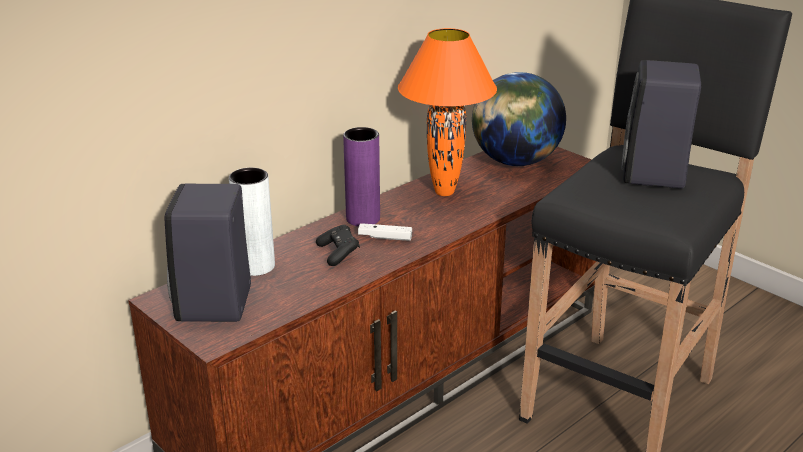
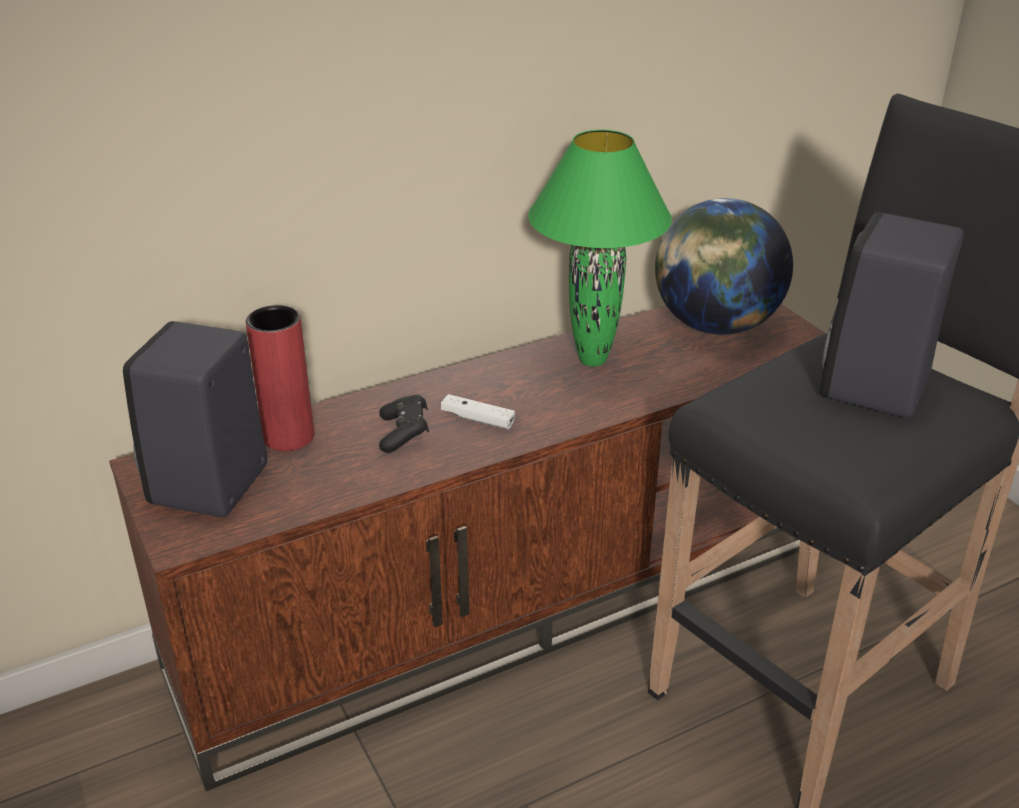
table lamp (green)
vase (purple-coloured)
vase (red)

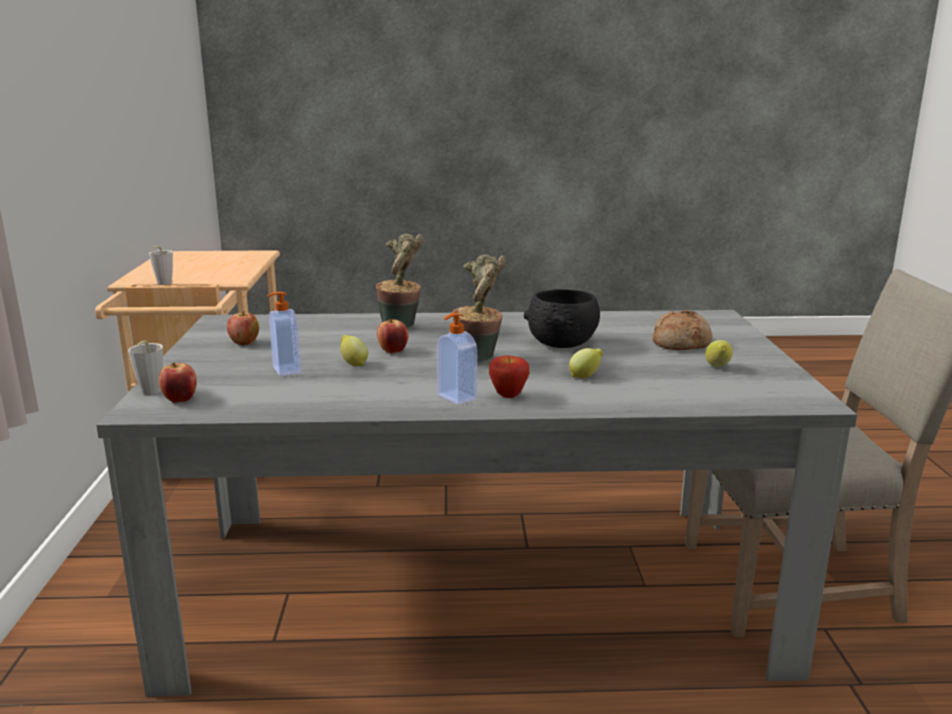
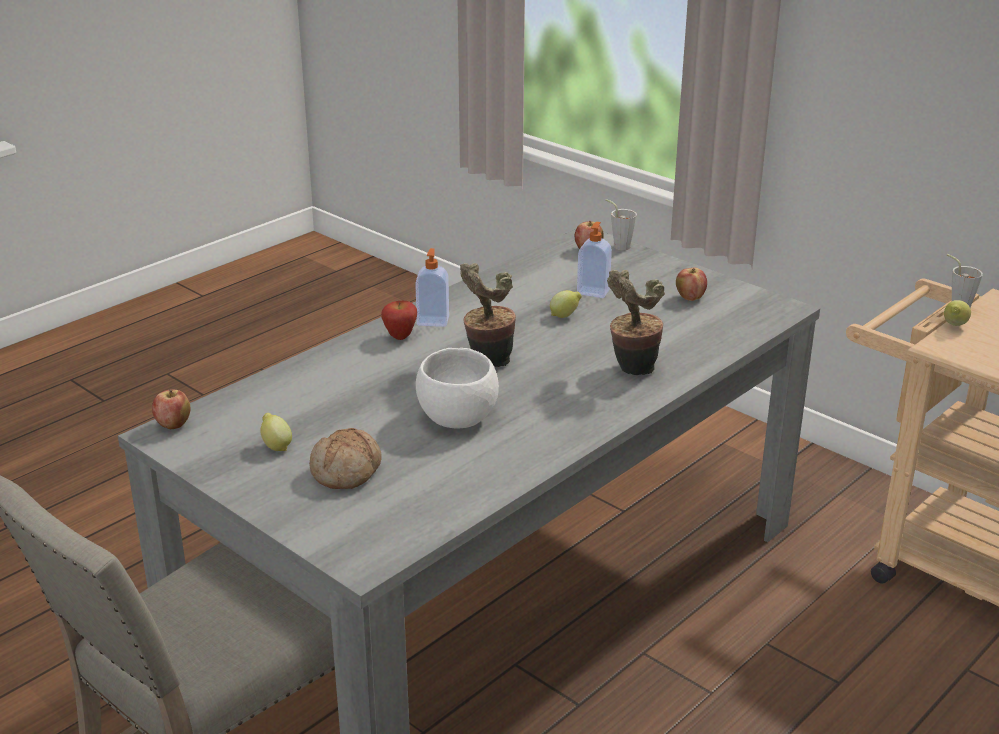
serving bowl (white-coloured)
apple fruit (1st from left)
citrus fruit (3rd from left)

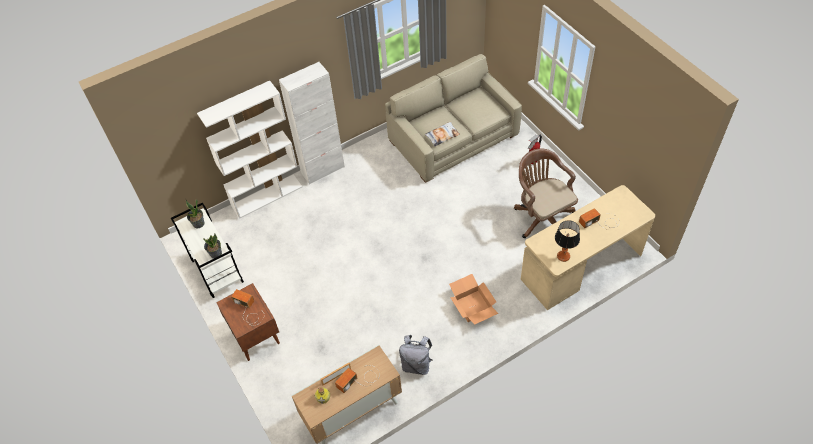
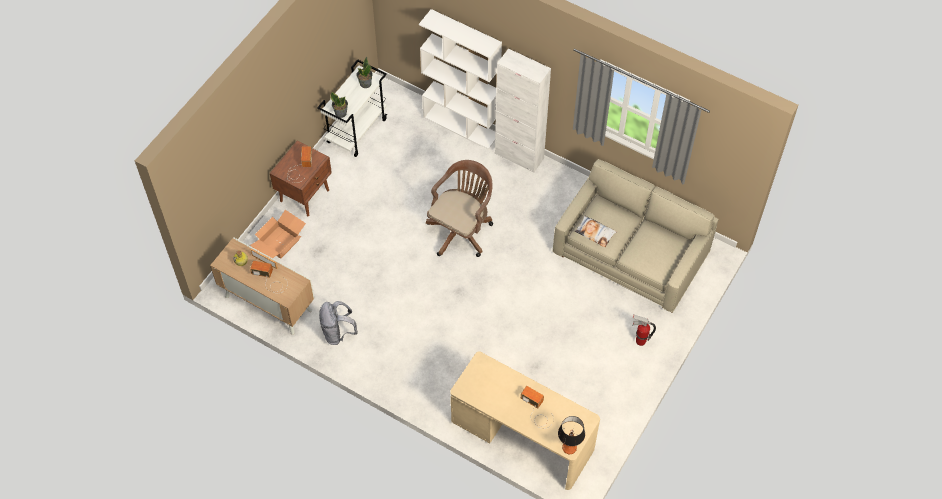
computer chair (brown)
table lamp
packing box

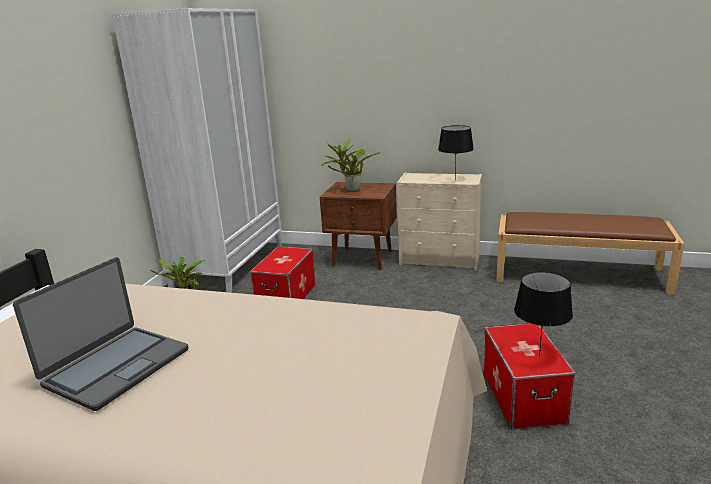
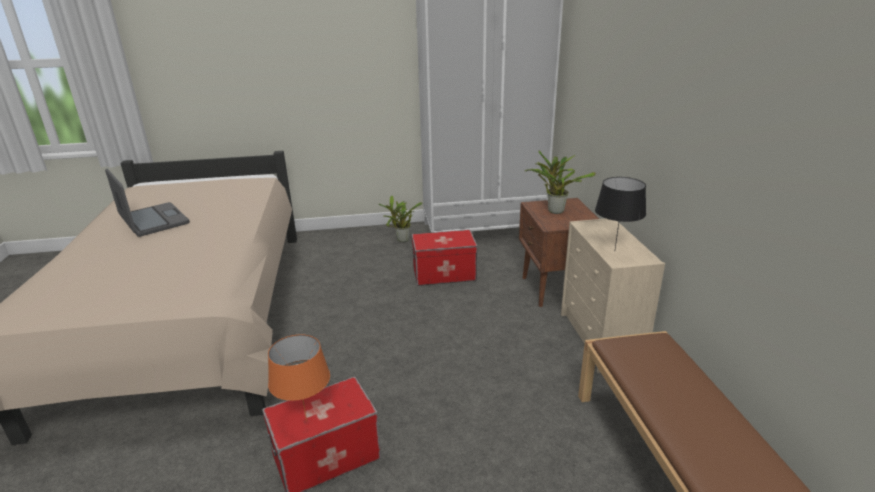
laptop
table lamp (orange)

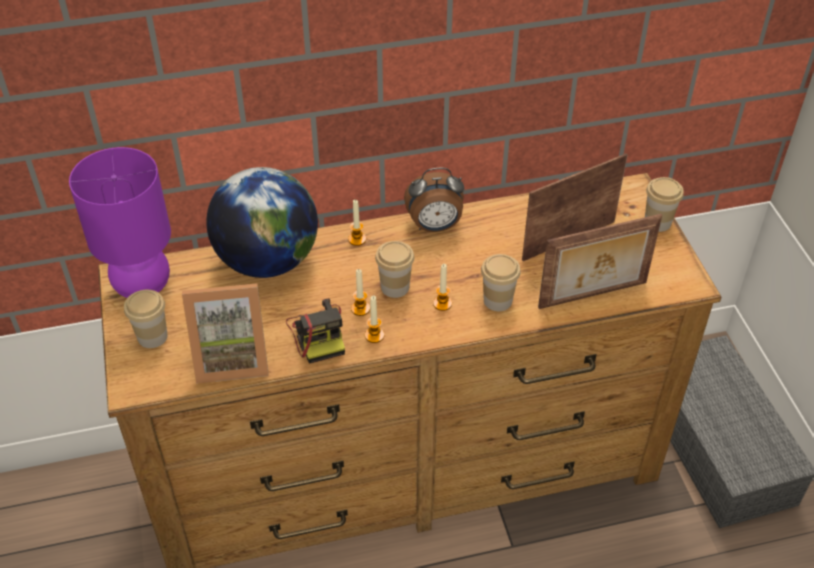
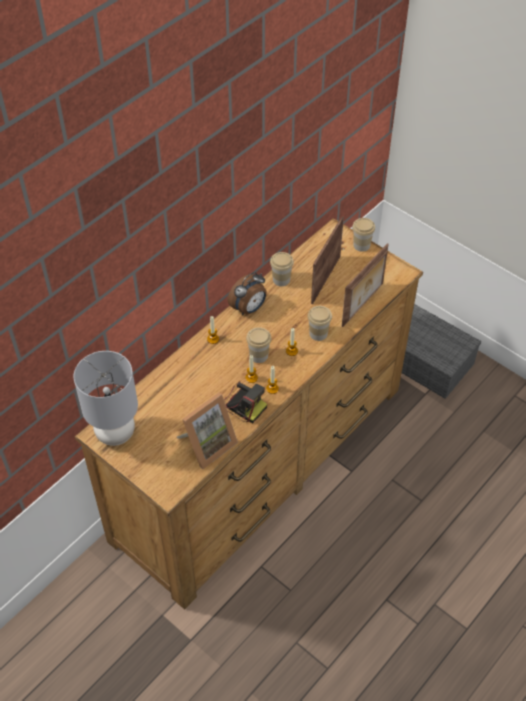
table lamp (gray)
desk globe
small cup (2nd from left)

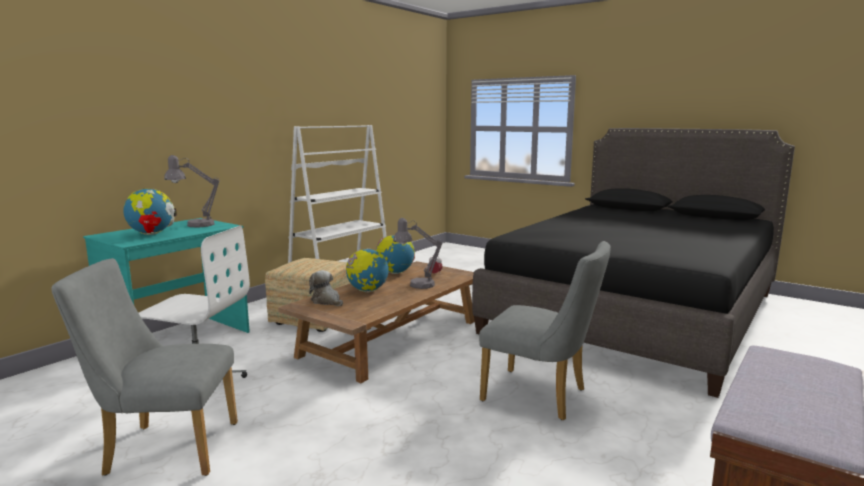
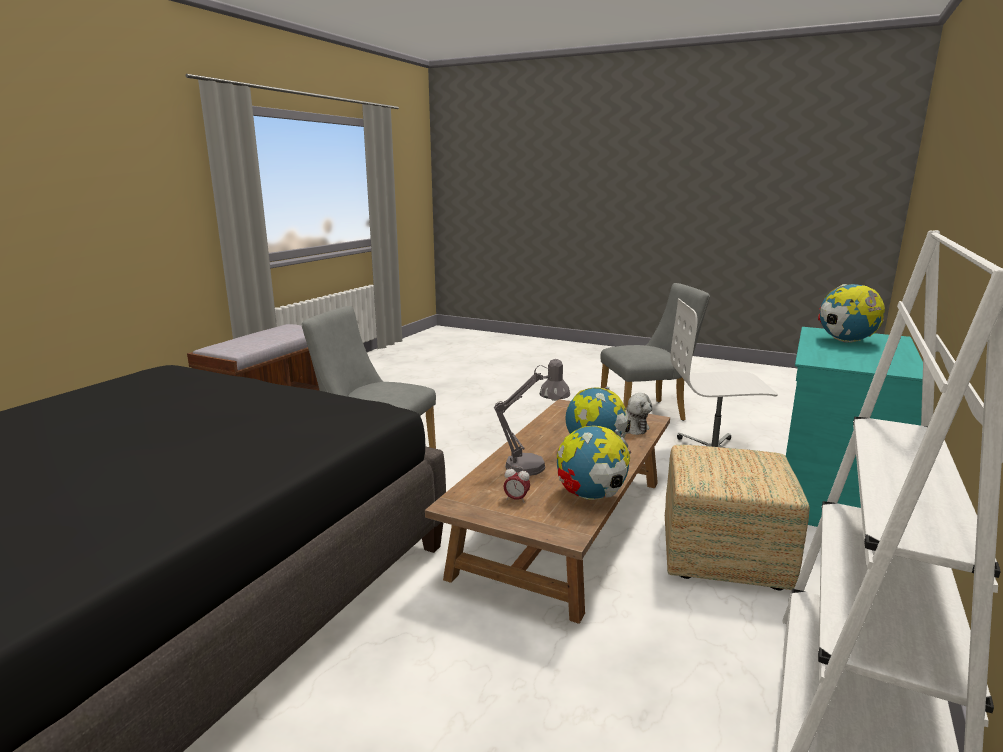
table lamp (gray) (1st from left in the first image)

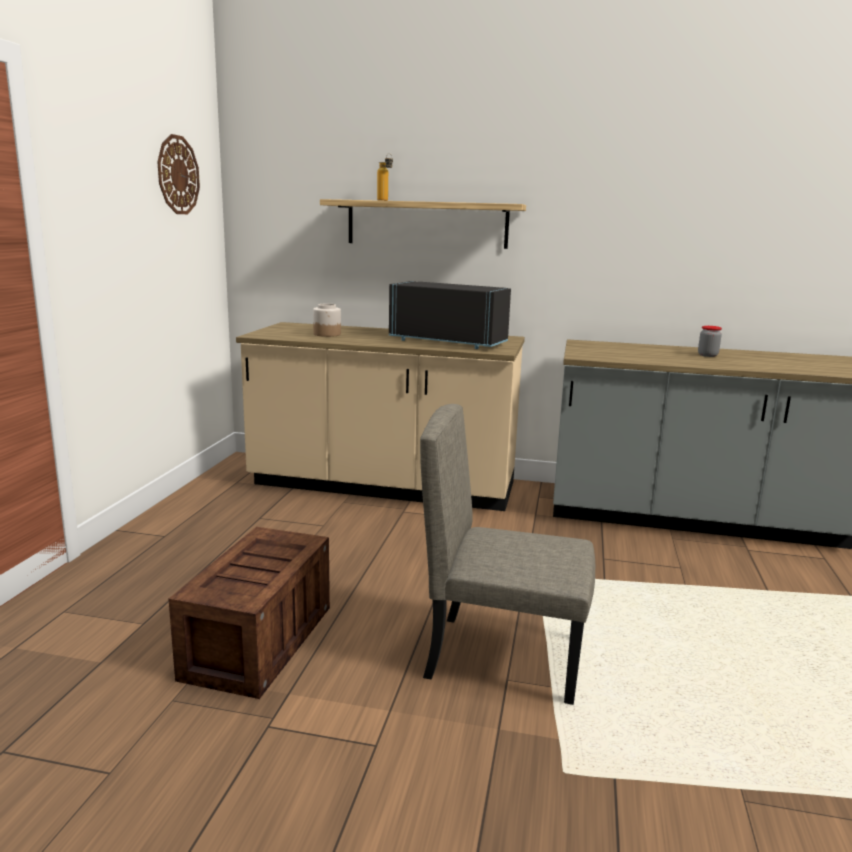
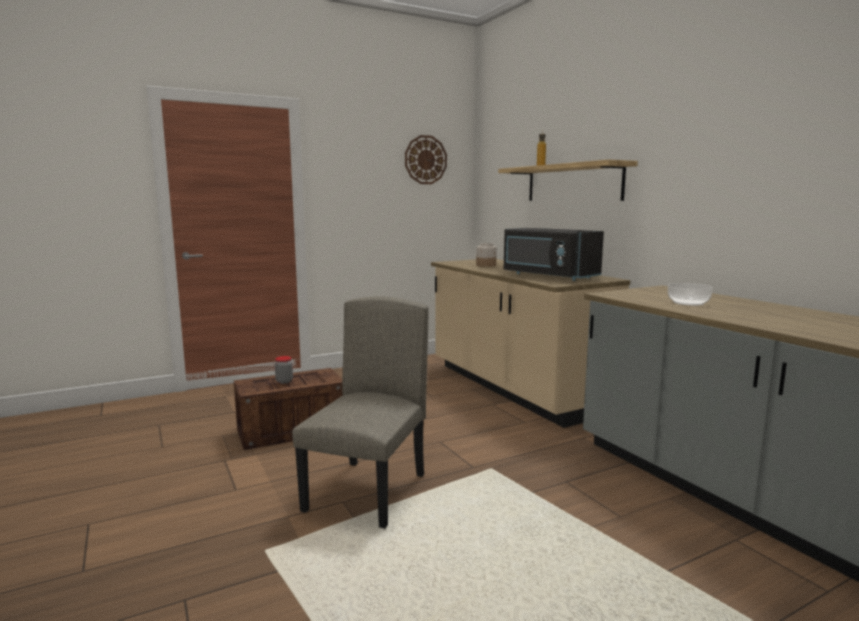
microwave oven (black)
jar (1st from left)
plain chair (beige)
serving bowl

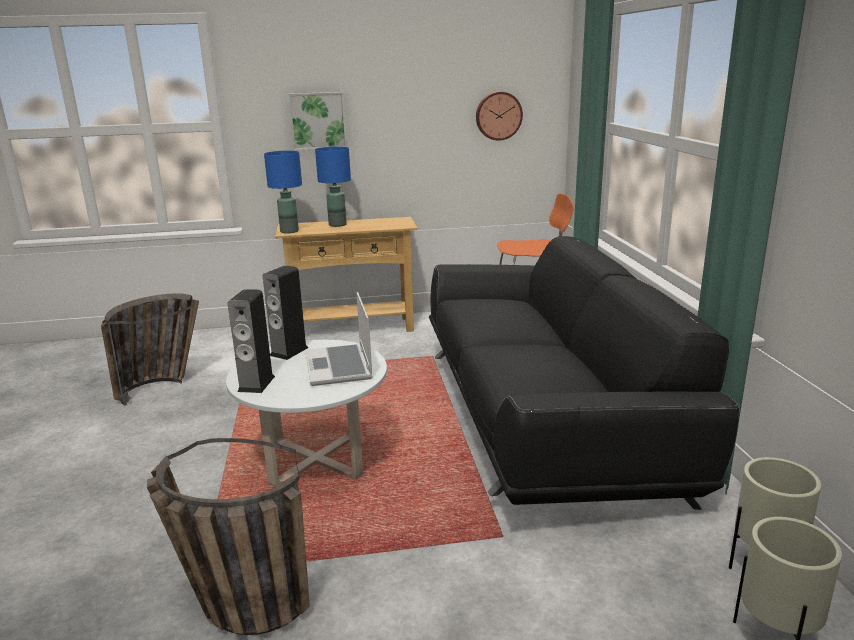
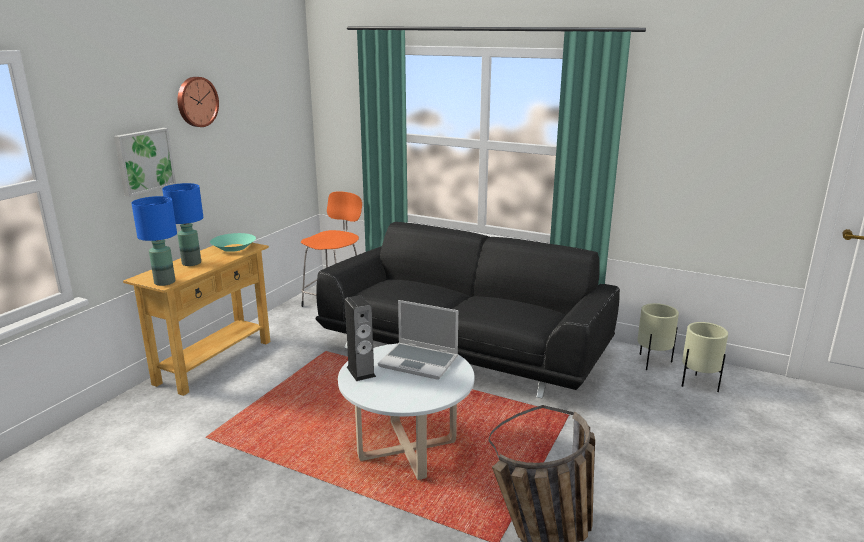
clock on the wall
audio speaker (1st from left in the first image)
storage basket (1st from left in the first image)
serving bowl (turquoise)

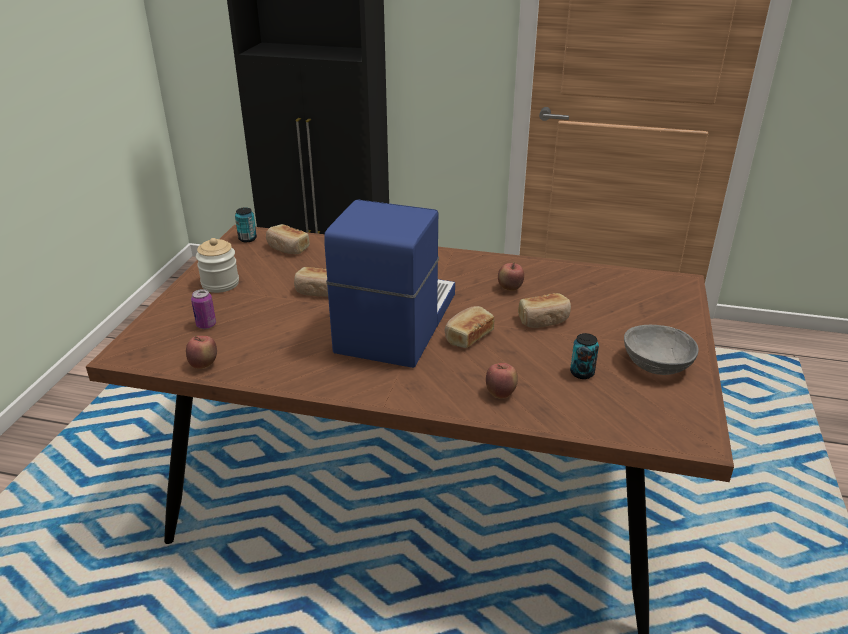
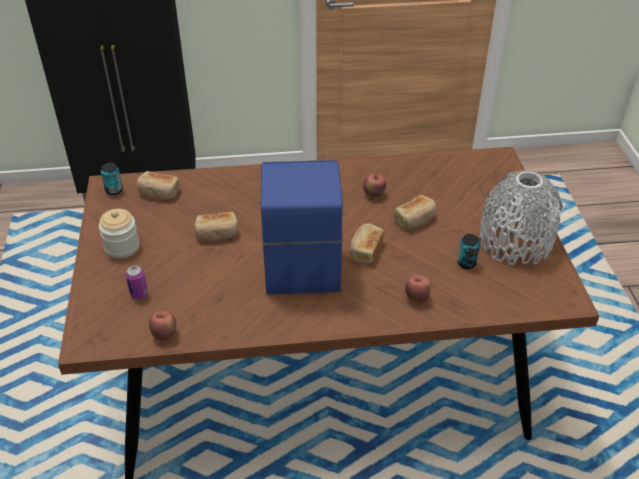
vase (gray)

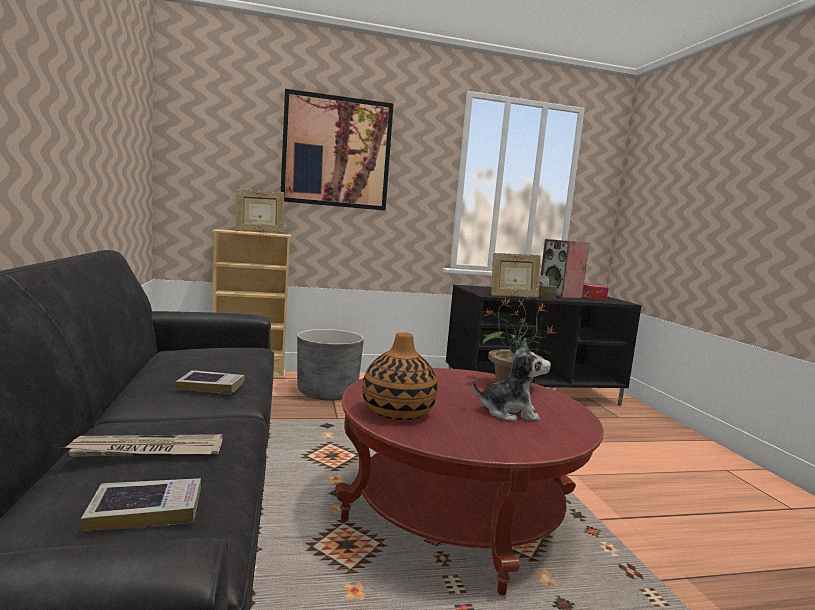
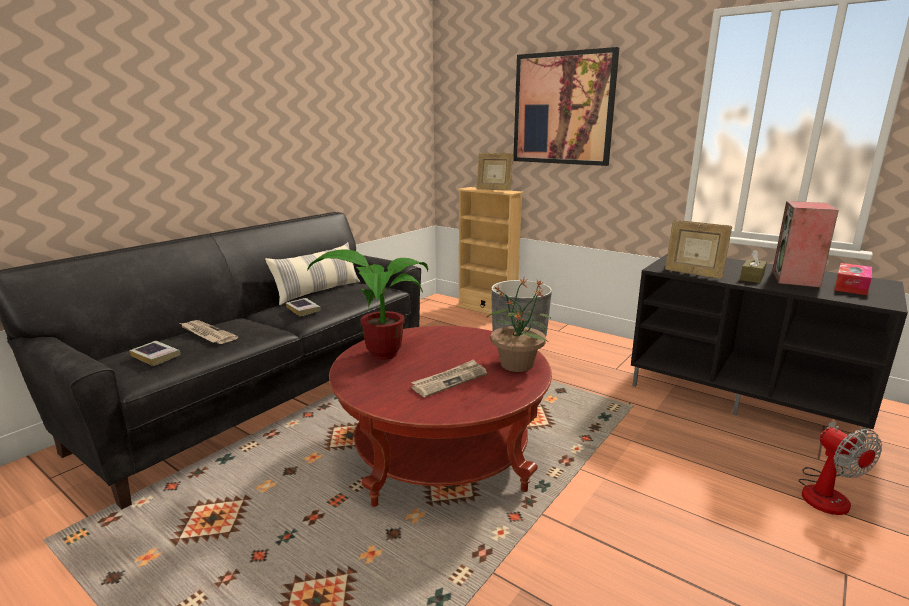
potted plant (1st from left)
printed paper (2nd from left)
cushion
electric fan

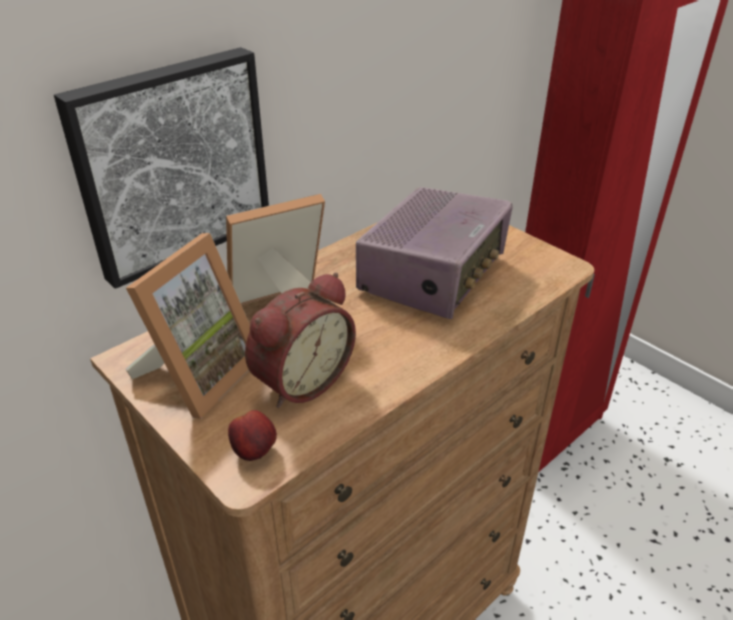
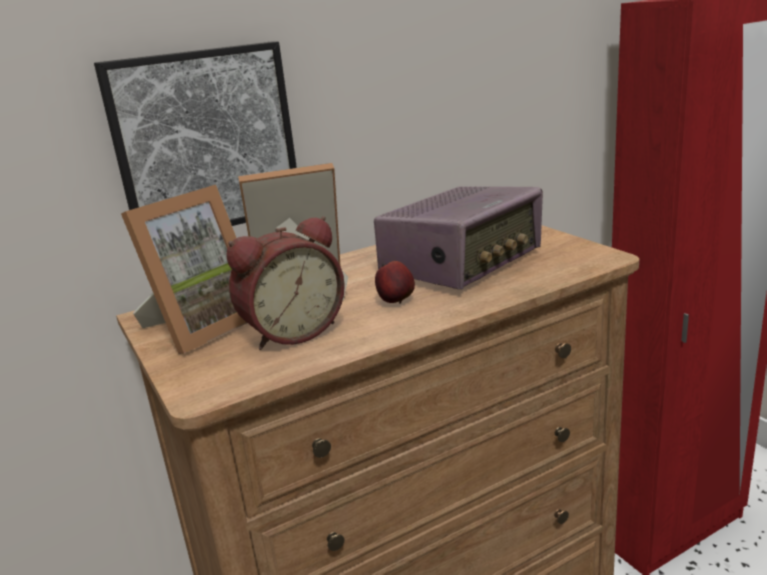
apple fruit

